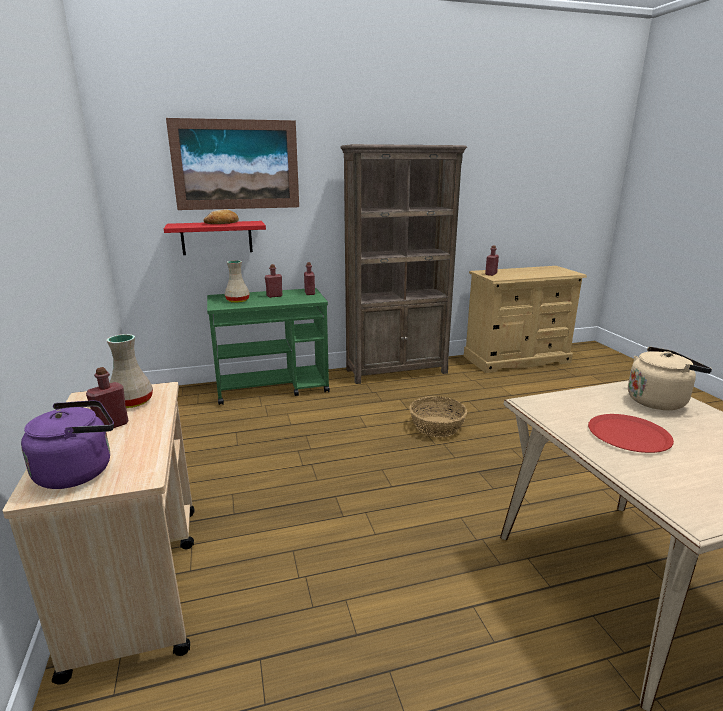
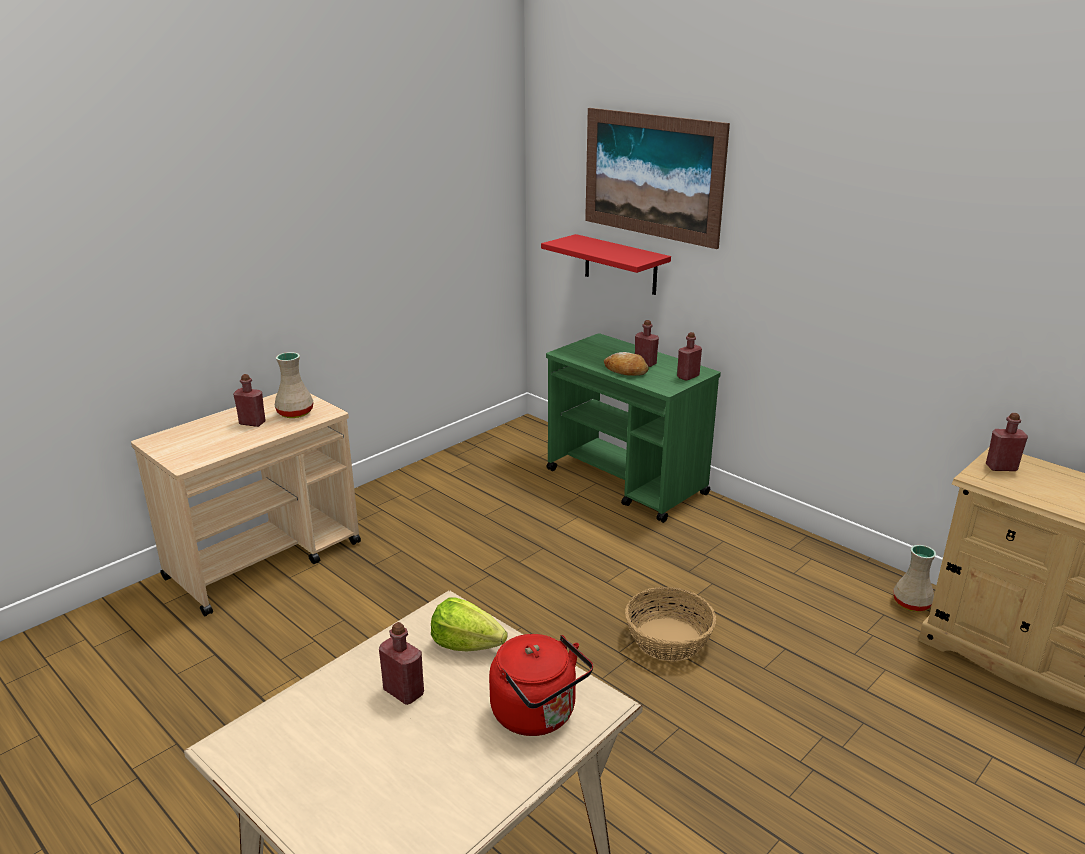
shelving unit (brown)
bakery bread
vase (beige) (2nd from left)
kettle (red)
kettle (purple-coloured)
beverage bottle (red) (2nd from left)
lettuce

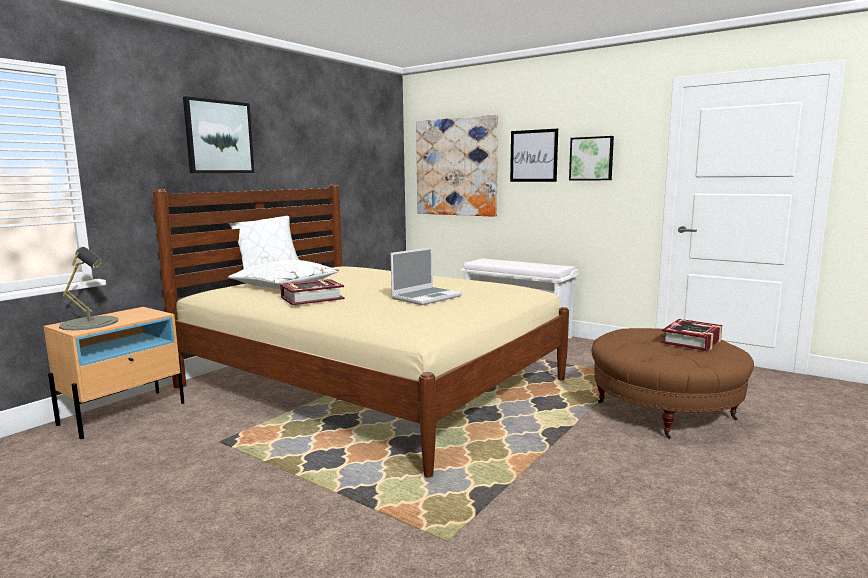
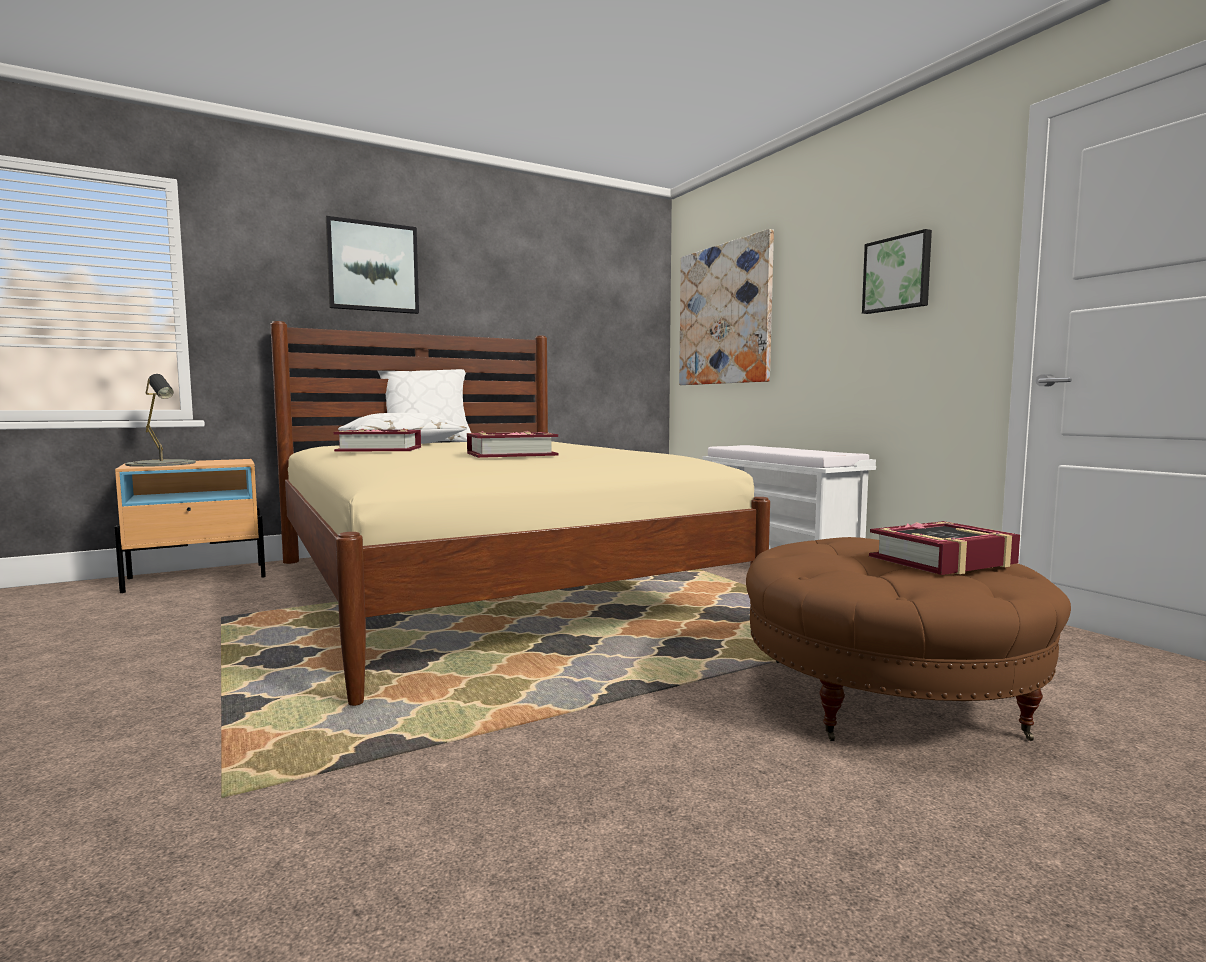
wall picture (3rd from left in the first image)
bound book (2nd from left)

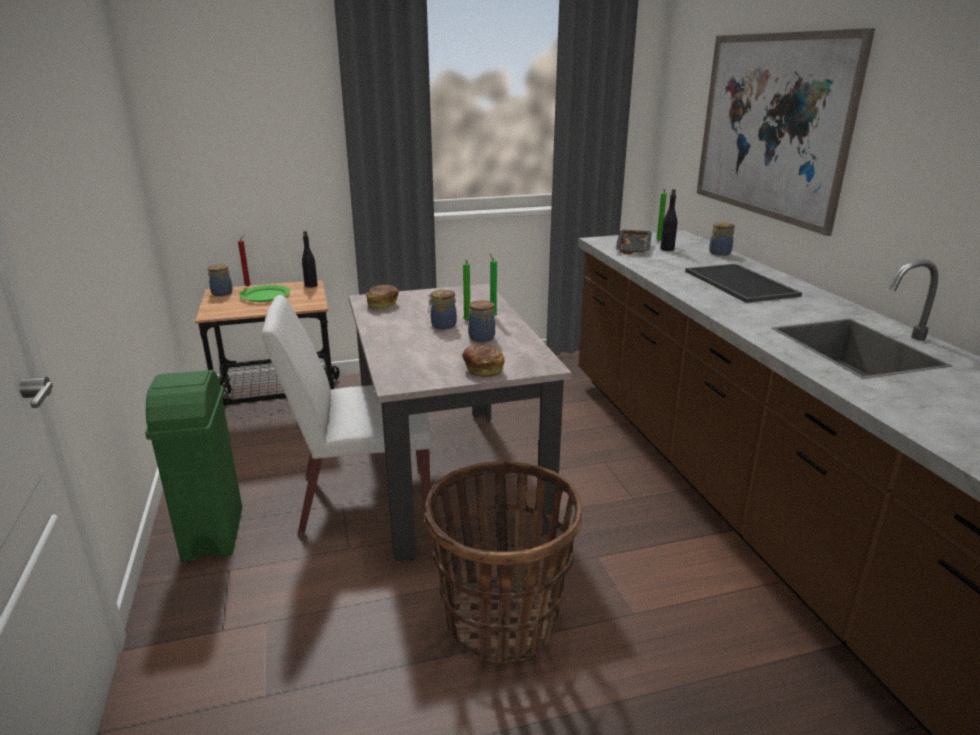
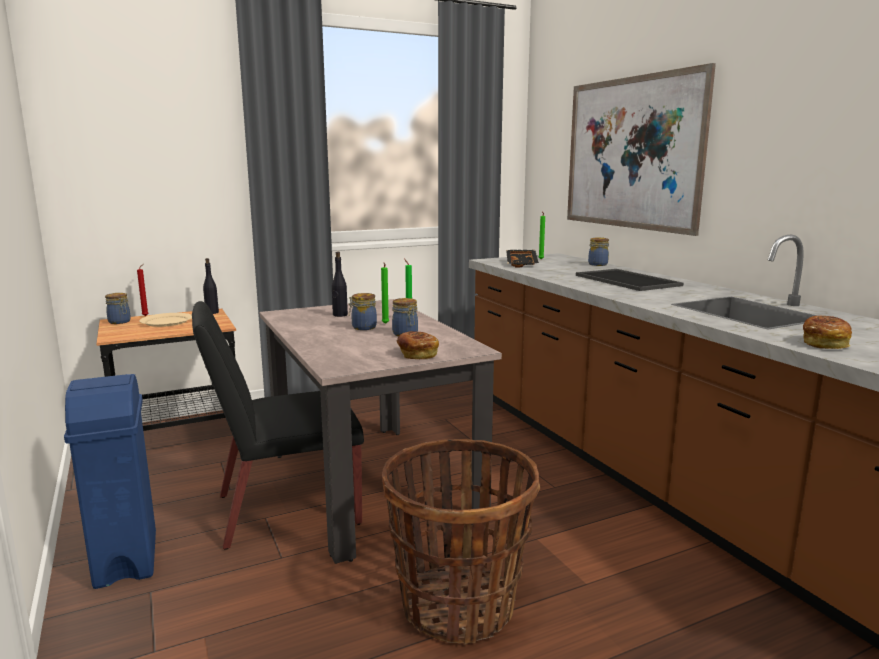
beverage bottle (black) (2nd from left)
dinner plate (beige)
bakery bread (2nd from left)
plain chair (black)
trash can (blue)

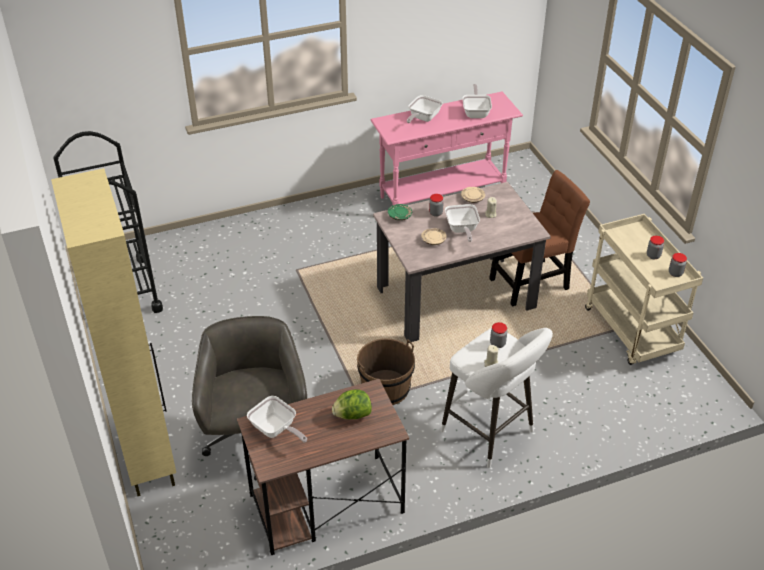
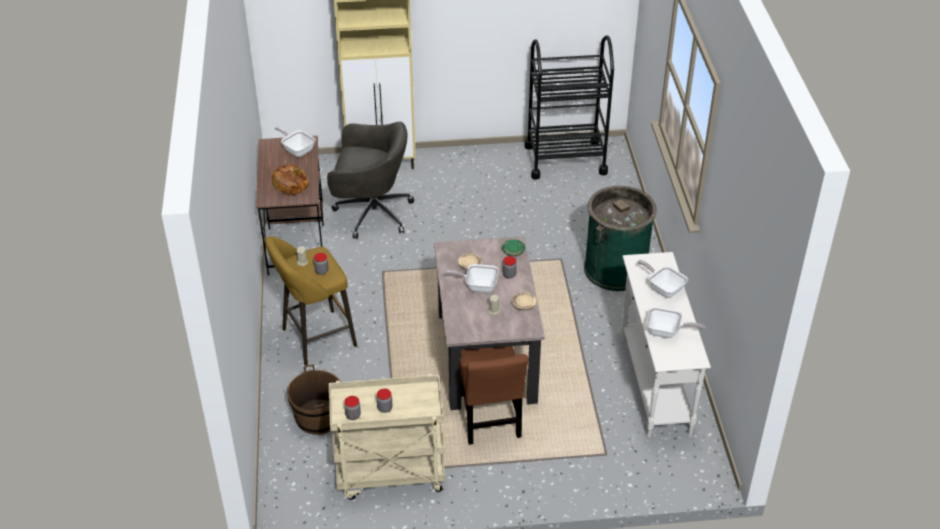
console table (white-coloured)
stool (yellow-coloured)
water bucket (brown)
bakery bread
frying pan (1st from left)
trash can (green)

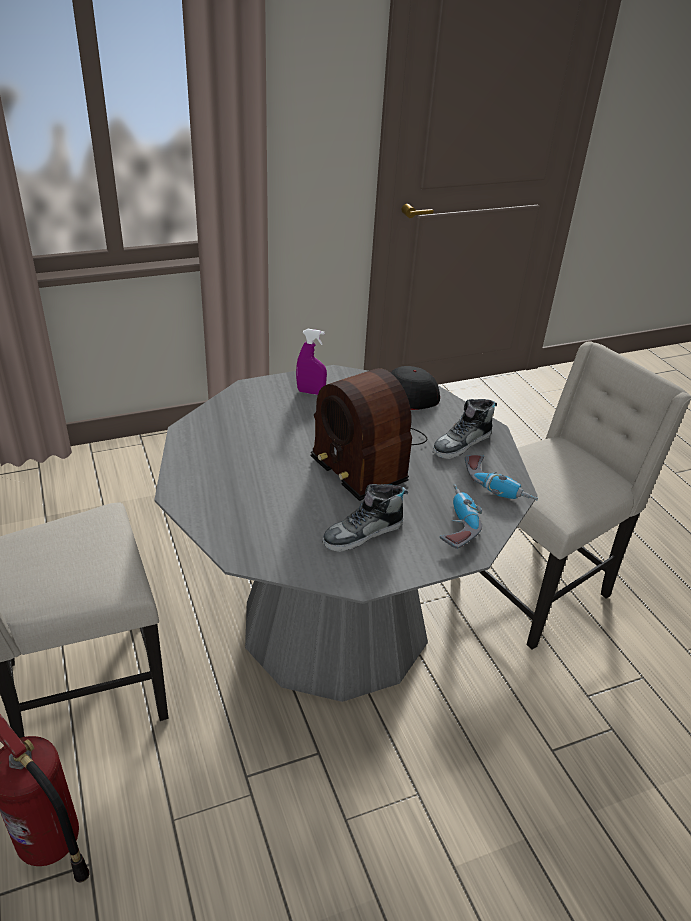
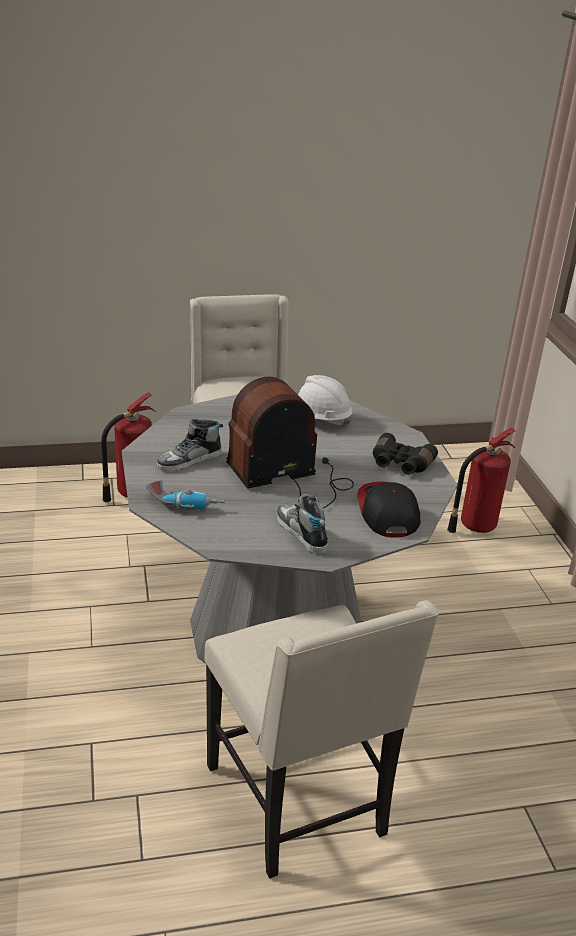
pair of binoculars (black)
power drill (2nd from left in the first image)
shoe (1st from left)
hard hat (white-coloured)
fire extinguisher (2nd from left)

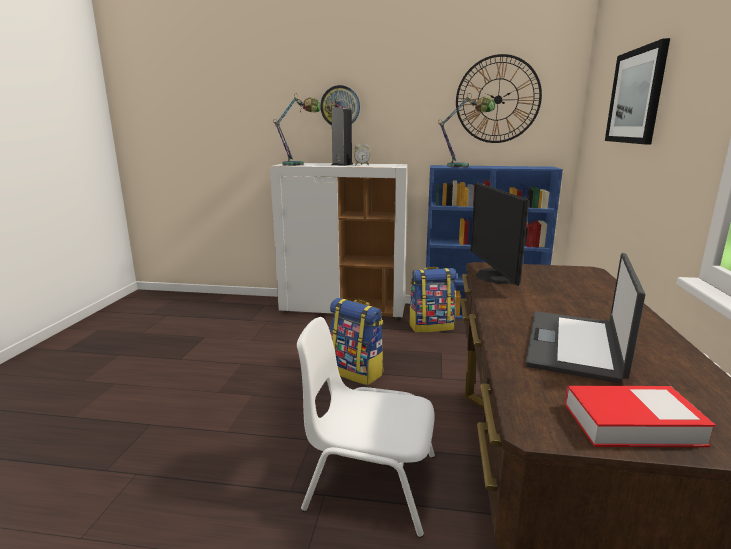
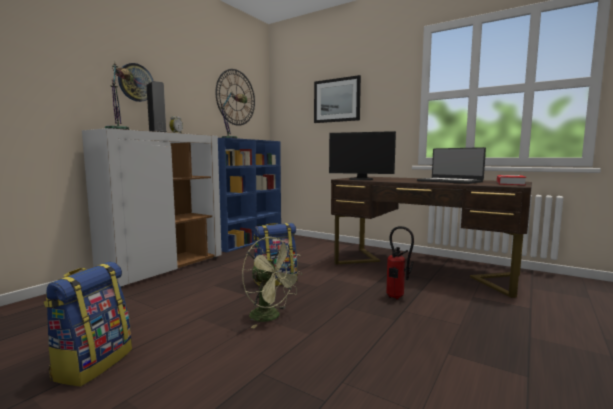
backpack (1st from left)
fire extinguisher
electric fan (green)

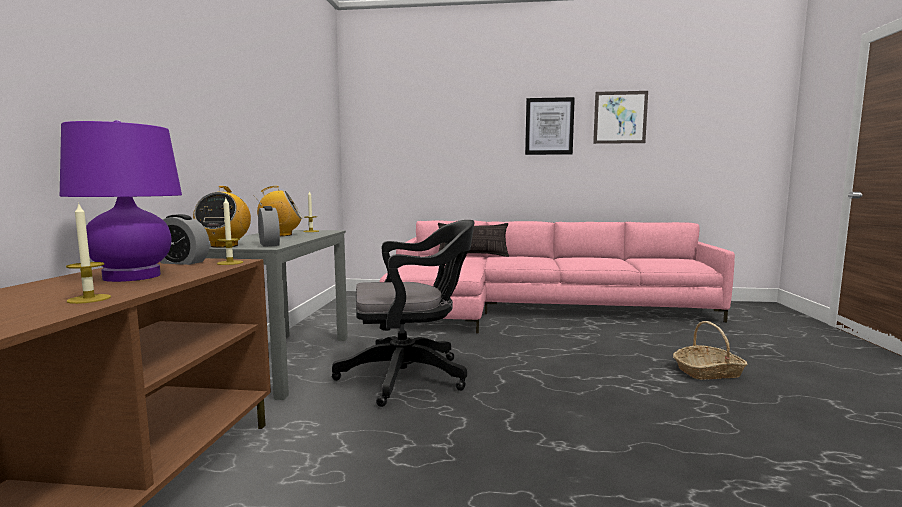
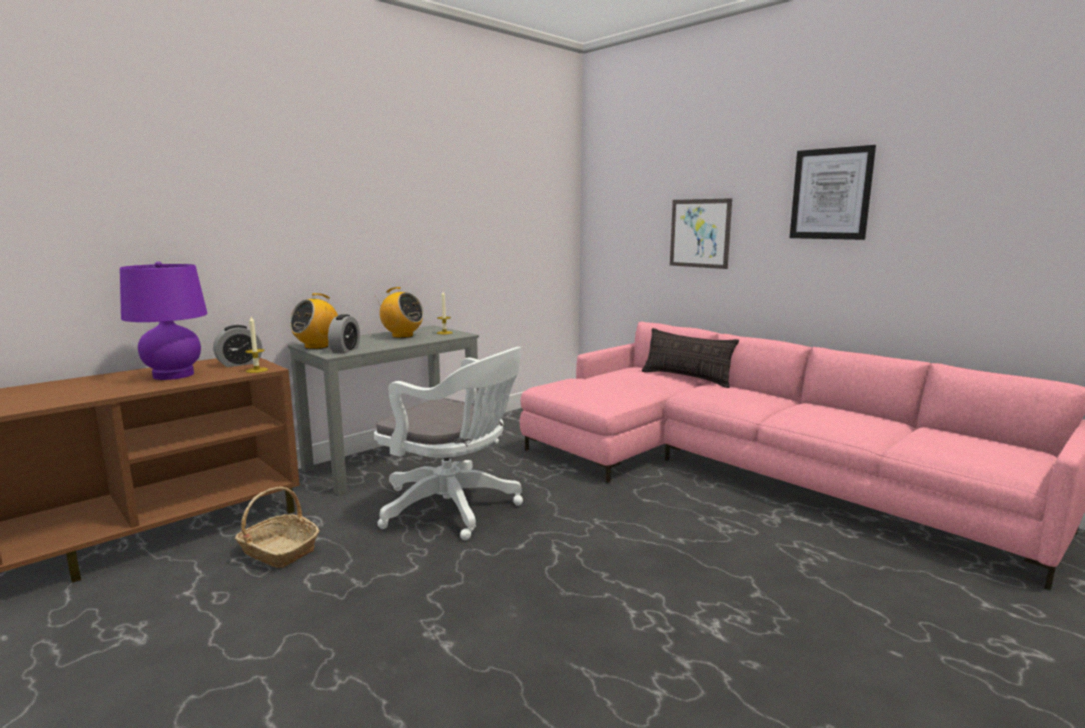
wall picture (1st from left)
wax candle (1st from left in the first image)
table clock (1st from left)
computer chair (white-coloured)
storage basket

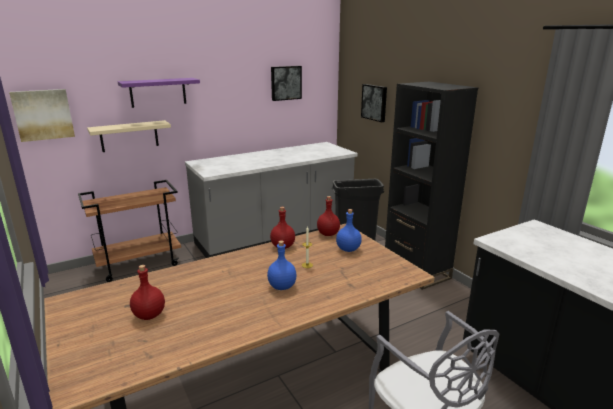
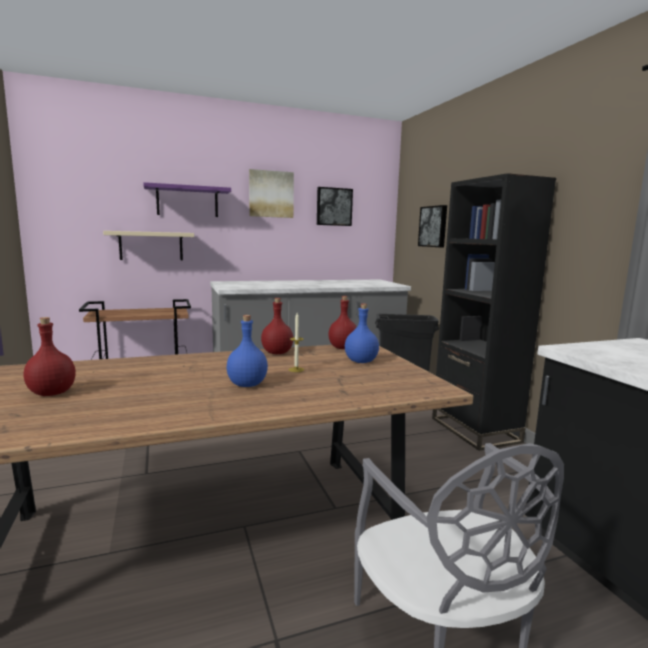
wall picture (1st from left)

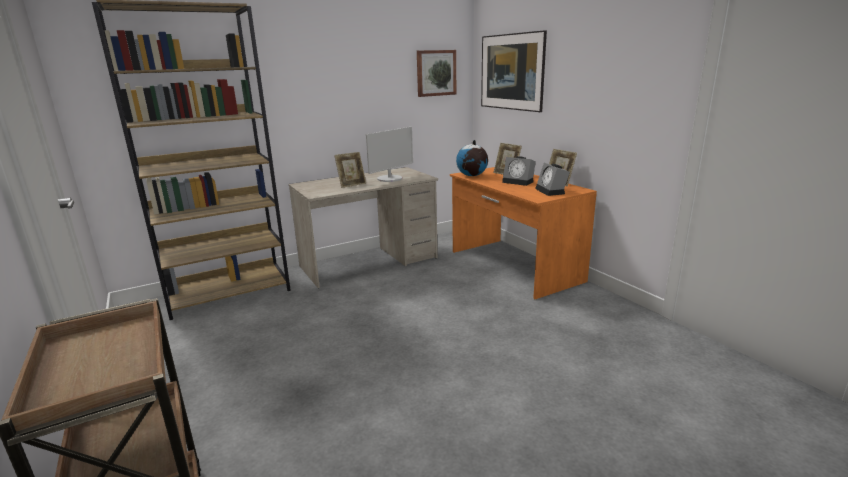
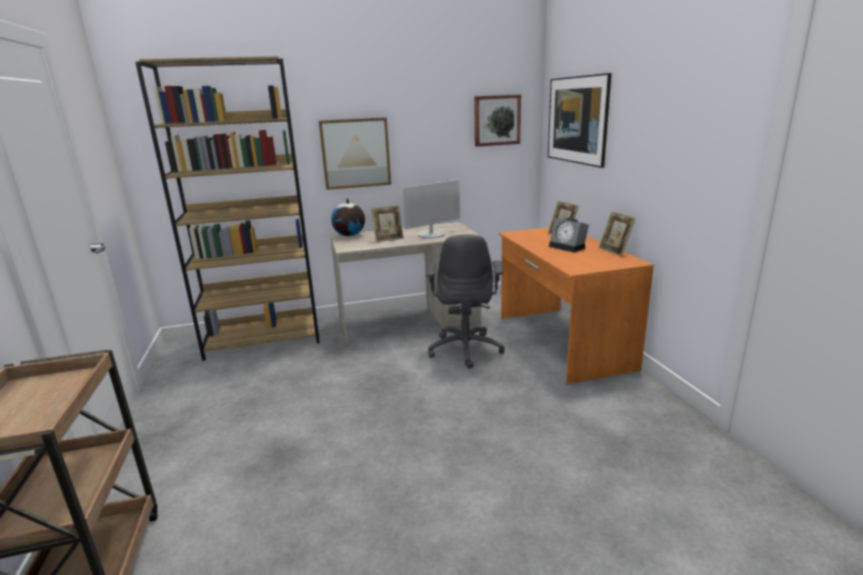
desk globe
table clock (2nd from left in the first image)
wall picture (1st from left)
computer chair (gray)

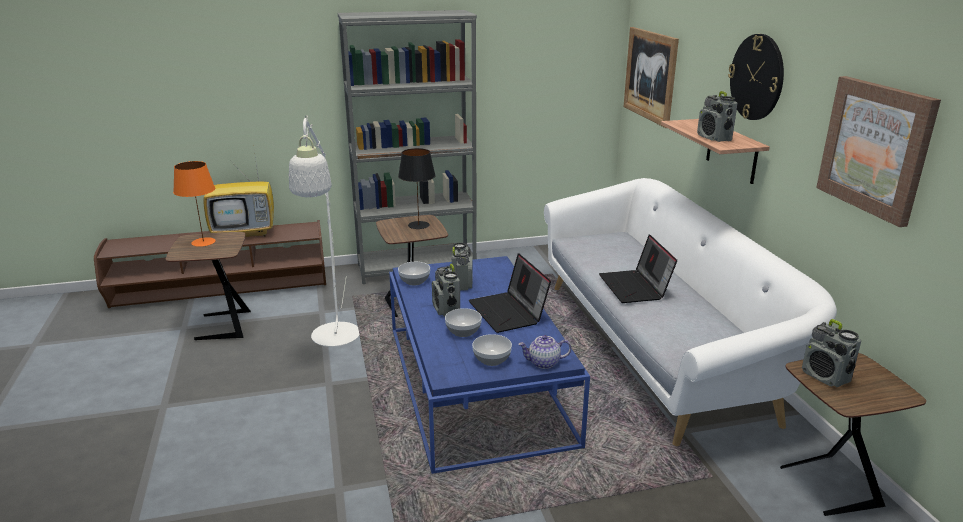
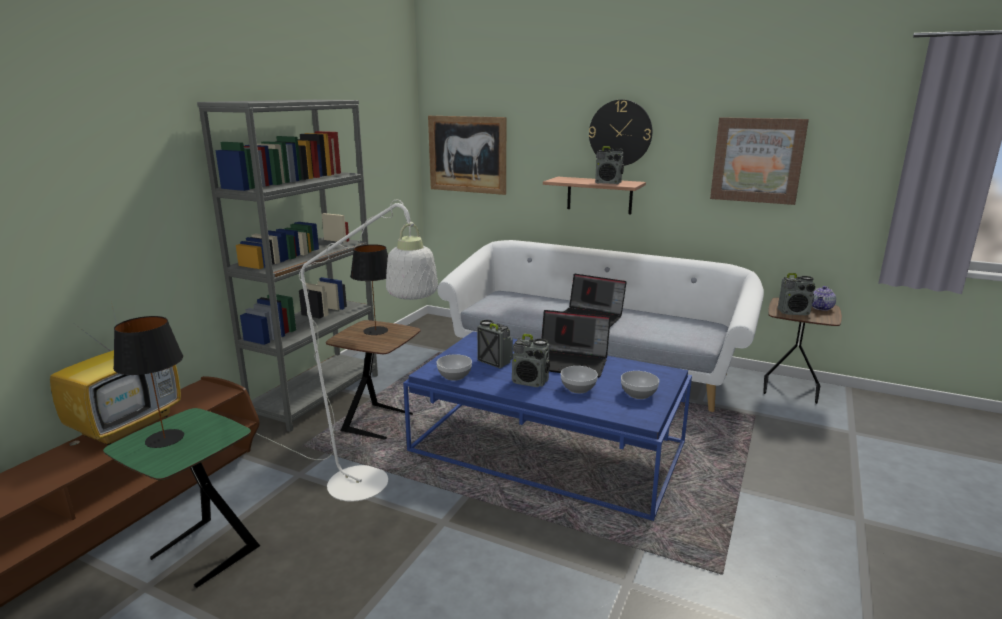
table lamp (black) (1st from left)
end table (green)
tea pot

